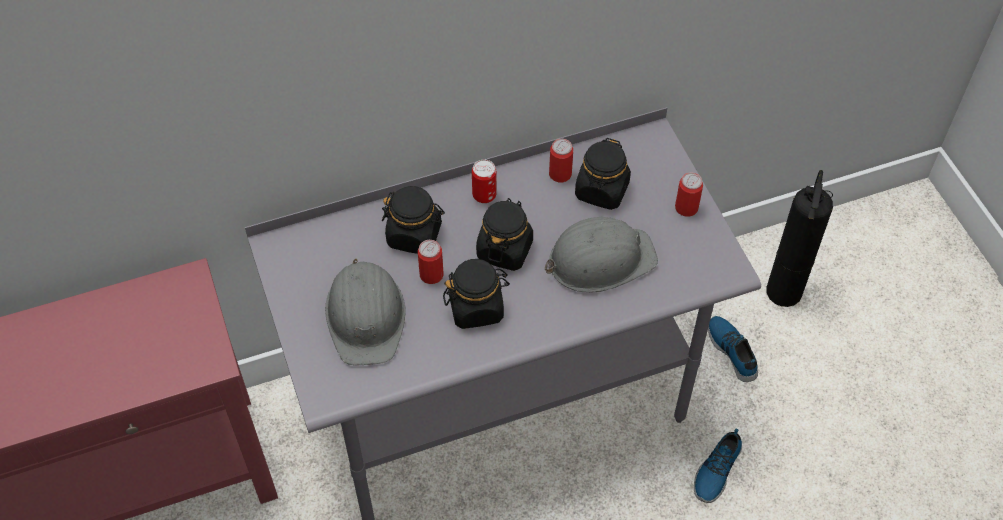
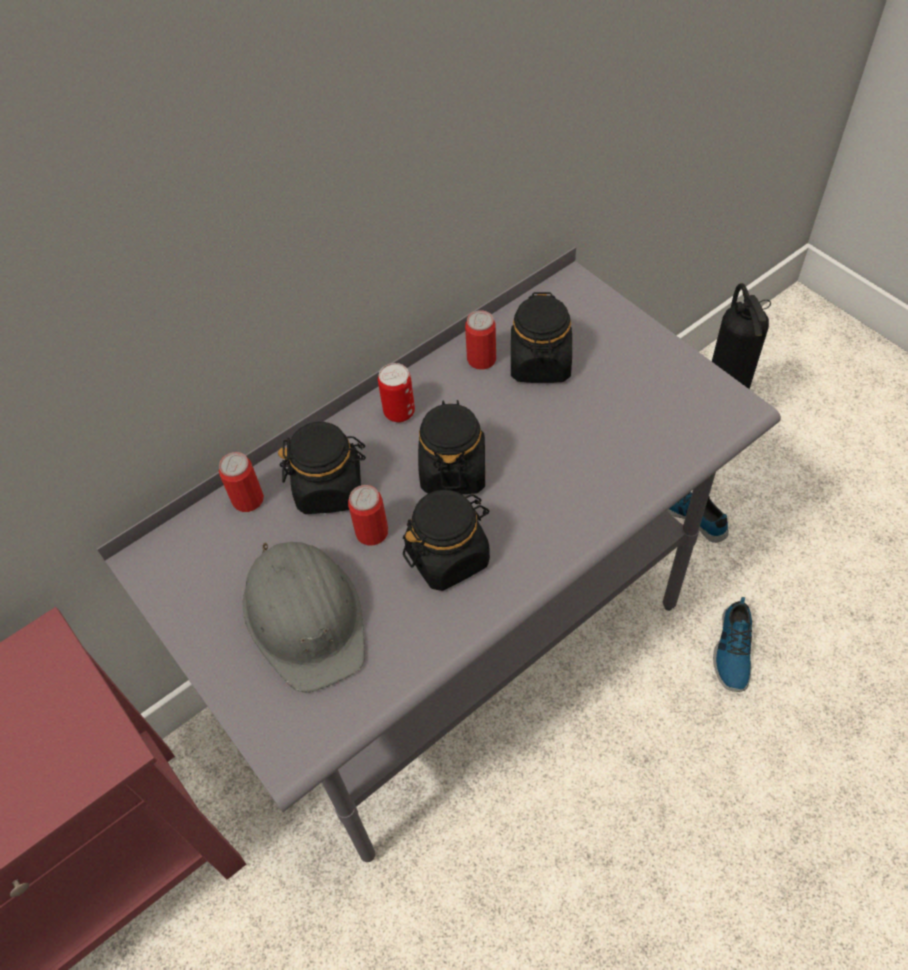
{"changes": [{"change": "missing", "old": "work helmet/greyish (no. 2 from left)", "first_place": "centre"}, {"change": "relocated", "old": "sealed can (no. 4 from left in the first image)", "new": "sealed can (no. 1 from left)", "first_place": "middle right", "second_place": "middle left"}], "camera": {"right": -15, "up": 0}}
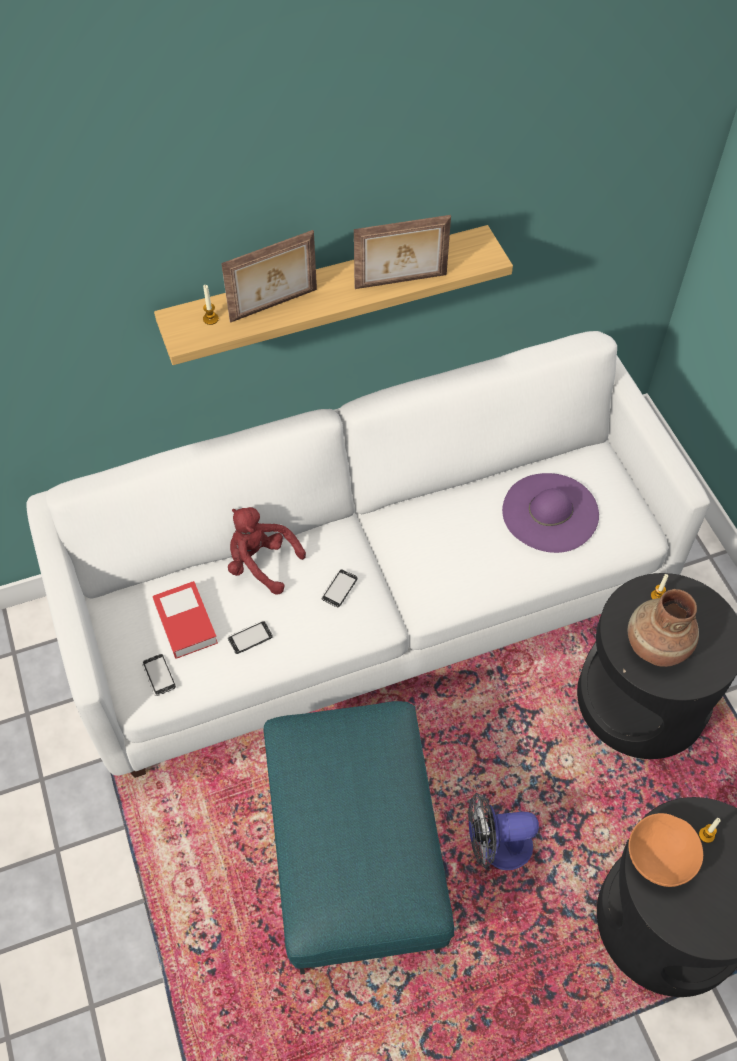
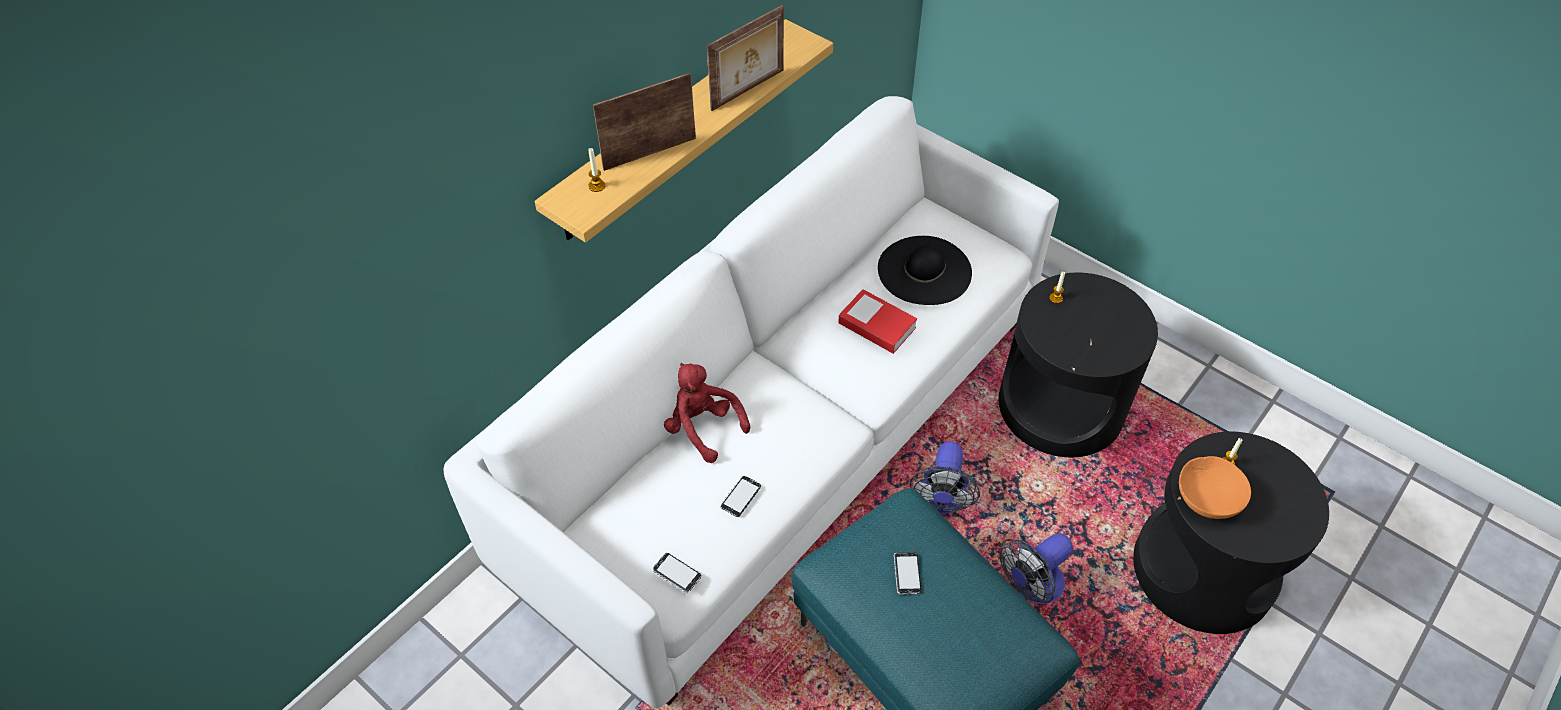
{"changes": [{"change": "relocated", "old": "bound book", "first_place": "middle left", "second_place": "centre"}, {"change": "spun", "old": "picture frame (no. 1 from left)", "first_place": "top centre", "second_place": "top centre", "degrees": -150}, {"change": "spun", "old": "cuddly toy/reddish", "first_place": "centre", "second_place": "centre", "degrees": 45}, {"change": "relocated", "old": "handset (no. 3 from left)", "first_place": "centre", "second_place": "bottom centre"}, {"change": "colour", "old": "clothing hat/purple-coloured", "new": "clothing hat/blackish", "first_place": "middle right", "second_place": "centre"}, {"change": "missing", "old": "decorative vase/brownish", "first_place": "middle right"}, {"change": "appeared", "new": "electric fan (no. 1 from left)", "second_place": "bottom centre"}], "camera": {"right": -30, "up": -5}}
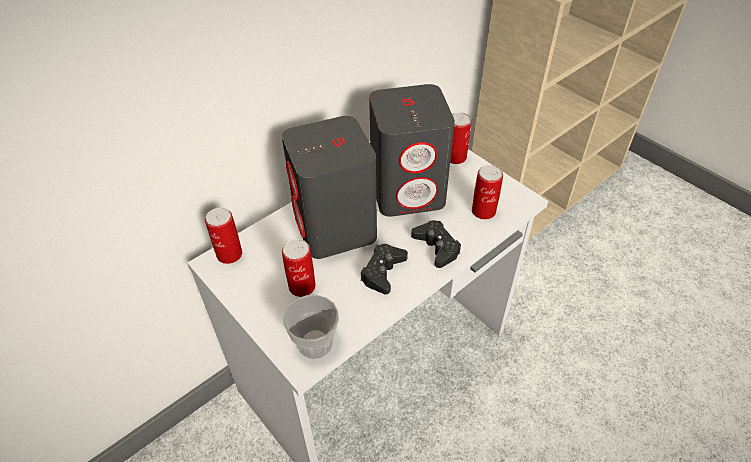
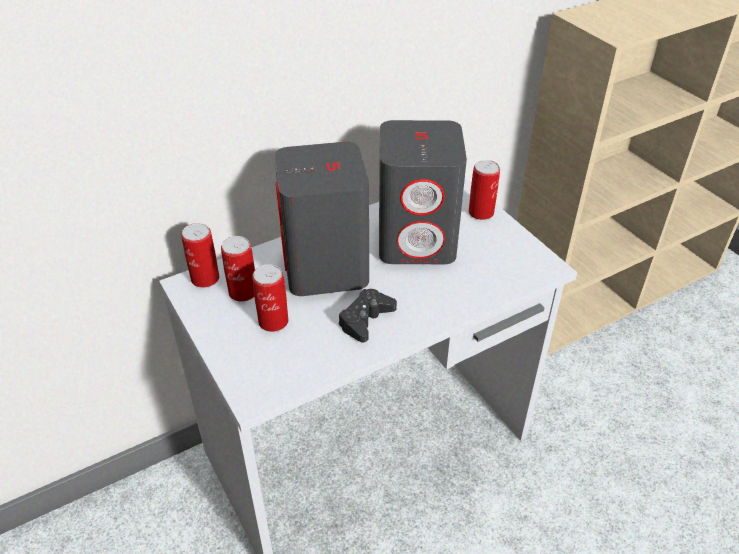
{"changes": [{"change": "missing", "old": "cup", "first_place": "bottom centre"}, {"change": "missing", "old": "joypad/blackish (no. 2 from left)", "first_place": "centre"}, {"change": "relocated", "old": "sealed can (no. 4 from left in the first image)", "new": "sealed can (no. 2 from left)", "first_place": "centre", "second_place": "middle left"}], "camera": {"right": 10, "up": -5}}
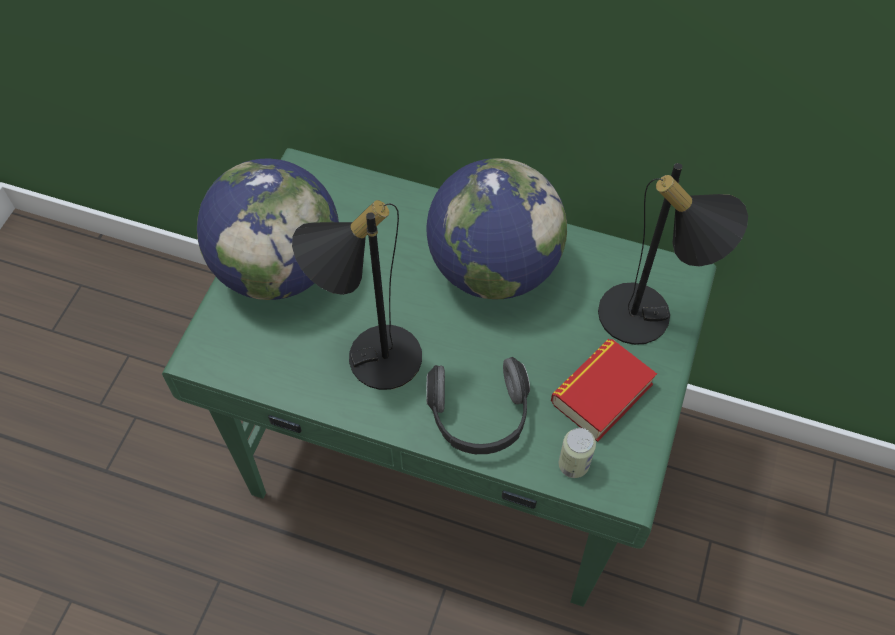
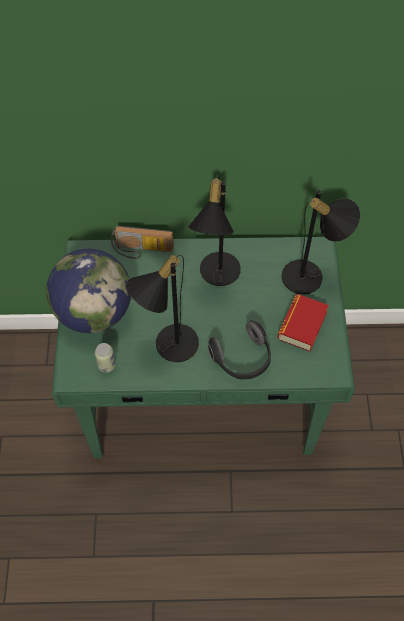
{"changes": [{"change": "exchanged", "old": "world globe (no. 2 from left)", "new": "lamp for a table/blackish (no. 2 from left)", "first_place": "centre", "second_place": "centre"}, {"change": "relocated", "old": "sealed can", "first_place": "bottom centre", "second_place": "middle left"}, {"change": "appeared", "new": "radio", "second_place": "centre"}], "camera": {"right": -20, "up": 0}}
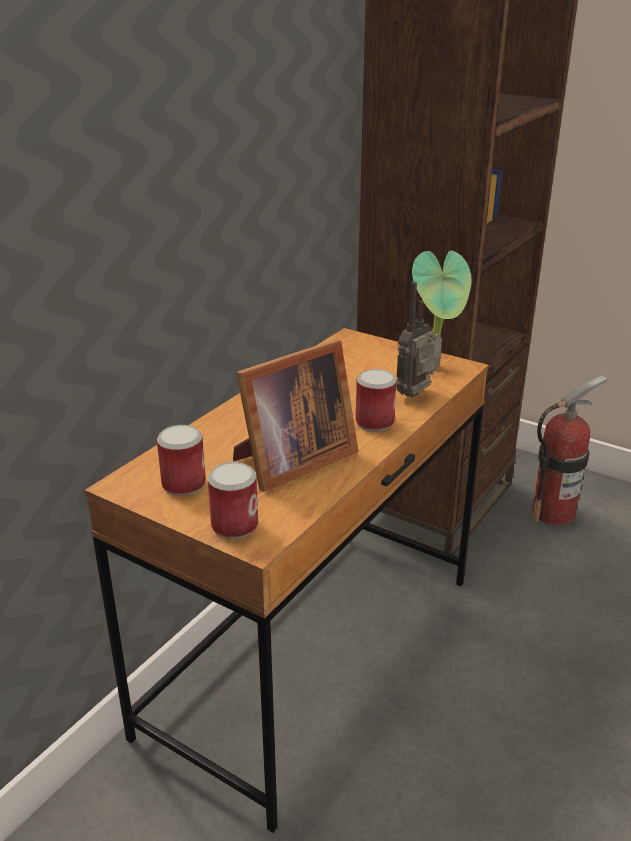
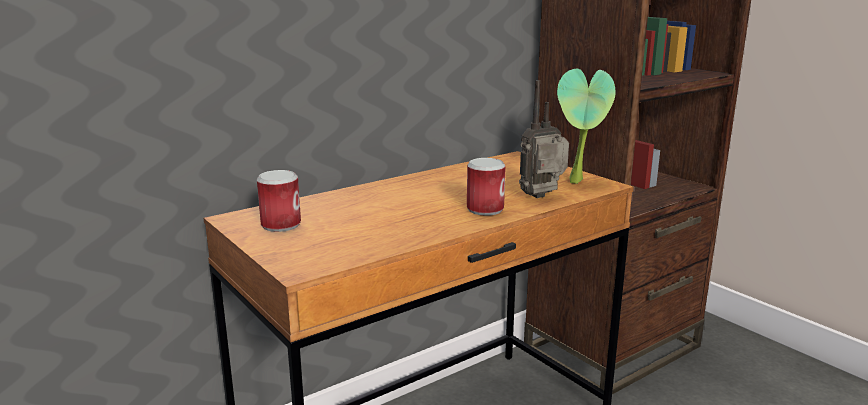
{"changes": [{"change": "missing", "old": "sealed can (no. 2 from left)", "first_place": "centre"}, {"change": "missing", "old": "picture frame", "first_place": "centre"}, {"change": "missing", "old": "fire extinguisher", "first_place": "middle right"}], "camera": {"right": 20, "up": -10}}
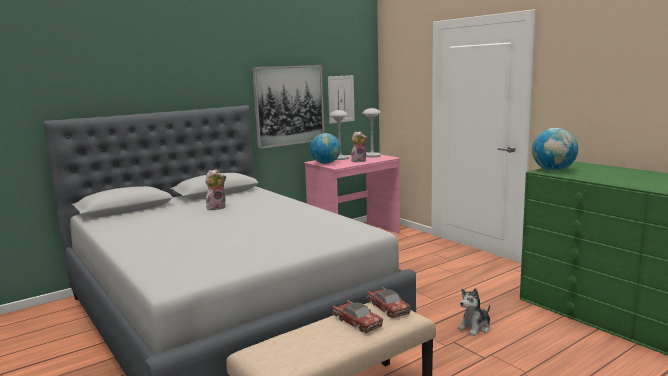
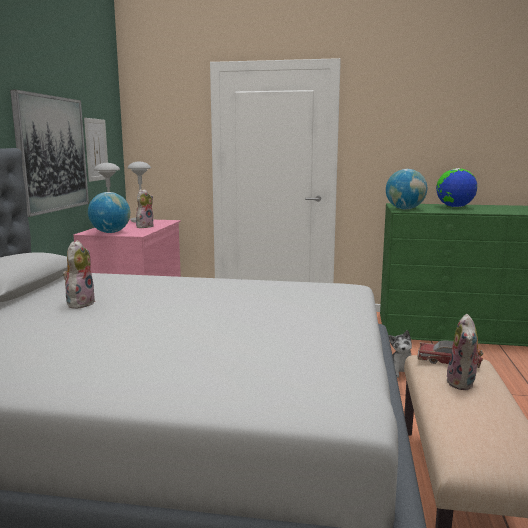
{"changes": [{"change": "exchanged", "old": "miniature car (no. 1 from left)", "new": "cuddly toy (no. 4 from left)", "first_place": "bottom centre", "second_place": "bottom right"}, {"change": "appeared", "new": "world globe (no. 3 from left)", "second_place": "middle right"}], "camera": {"right": -45, "up": 0}}
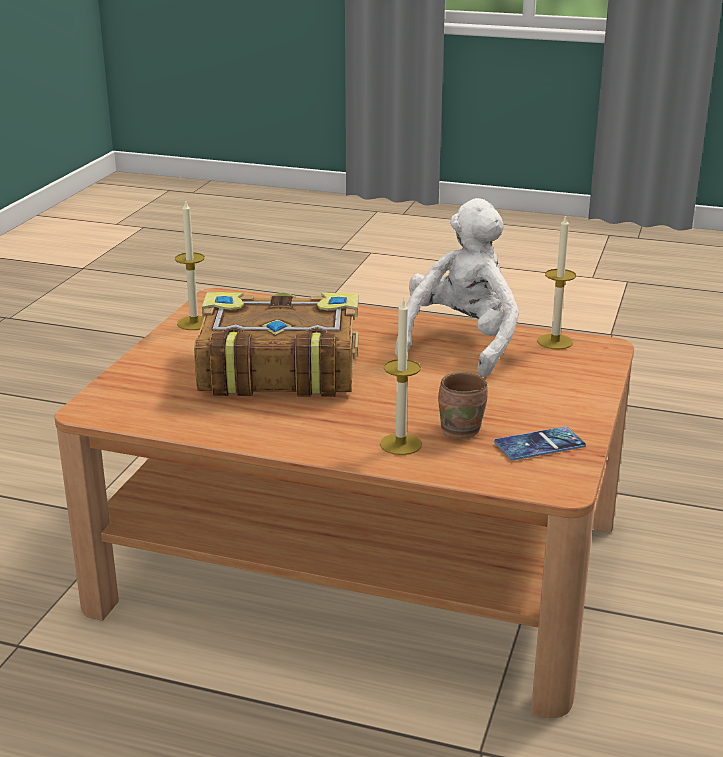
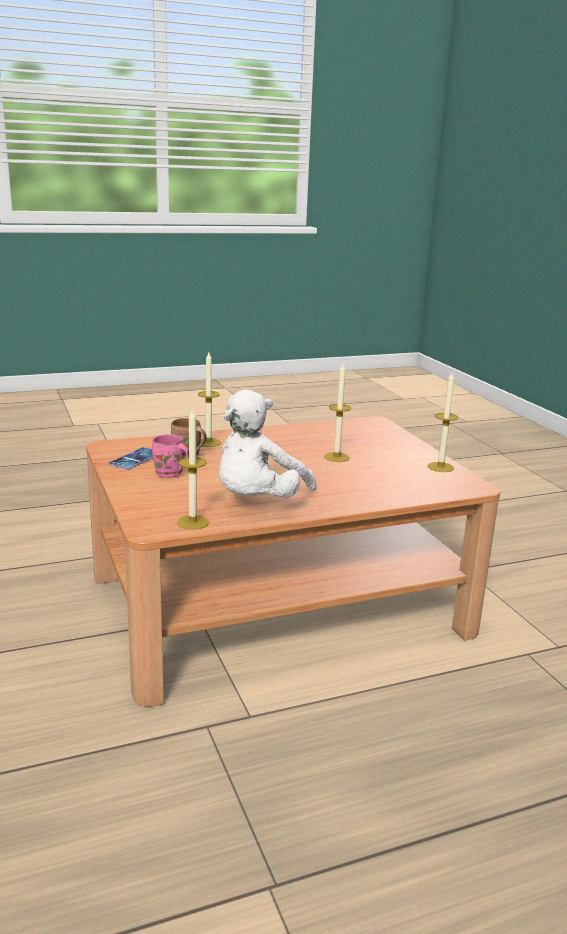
{"changes": [{"change": "exchanged", "old": "bound book", "new": "wax light (no. 3 from left)", "first_place": "centre", "second_place": "centre"}, {"change": "spun", "old": "cuddly toy/white-coloured", "first_place": "centre", "second_place": "centre", "degrees": 45}, {"change": "appeared", "new": "tea mug/pinkish", "second_place": "middle left"}], "camera": {"right": 140, "up": -5}}
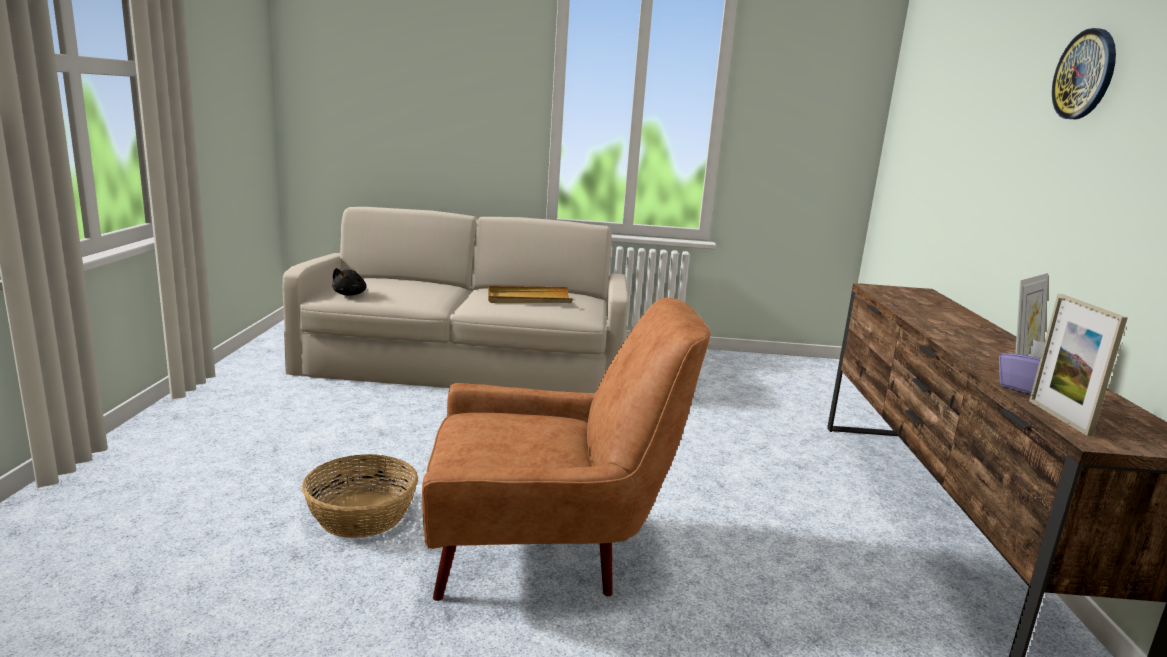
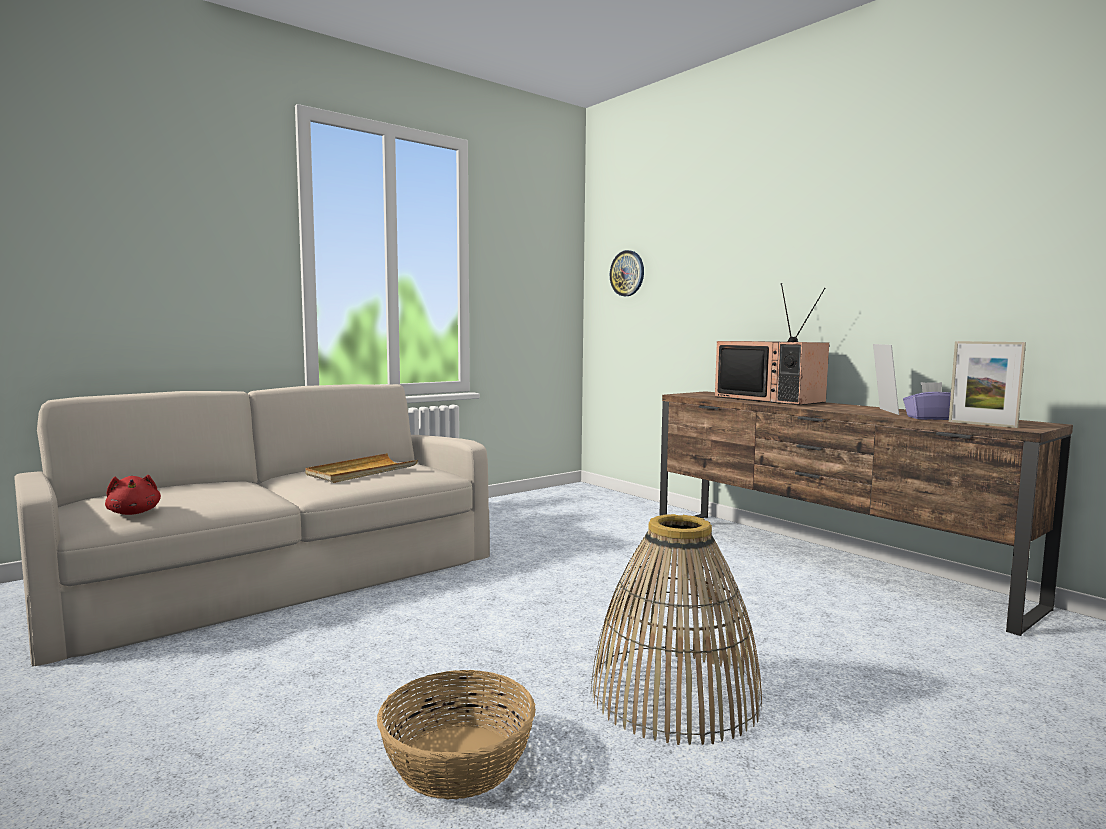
{"changes": [{"change": "colour", "old": "cuddly toy/blackish", "new": "cuddly toy/reddish", "first_place": "middle left", "second_place": "middle left"}, {"change": "exchanged", "old": "easy chair/brownish", "new": "storage basket (no. 2 from left)", "first_place": "bottom centre", "second_place": "bottom centre"}, {"change": "relocated", "old": "wall clock", "first_place": "top right", "second_place": "top centre"}, {"change": "appeared", "new": "TV set", "second_place": "middle right"}], "camera": {"right": -40, "up": -10}}
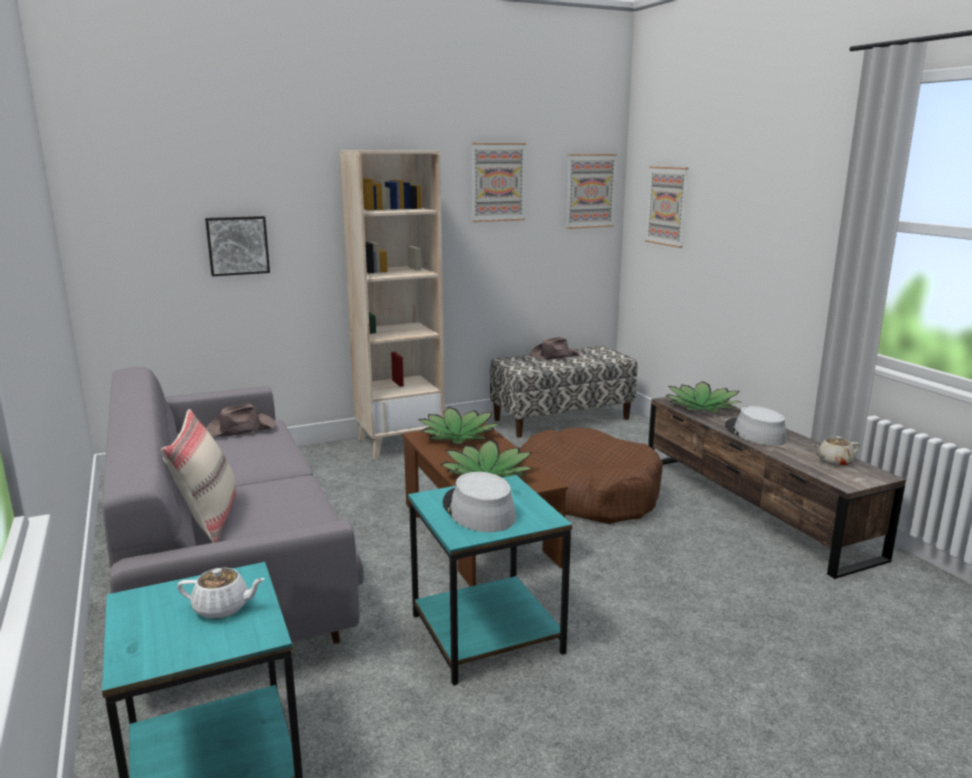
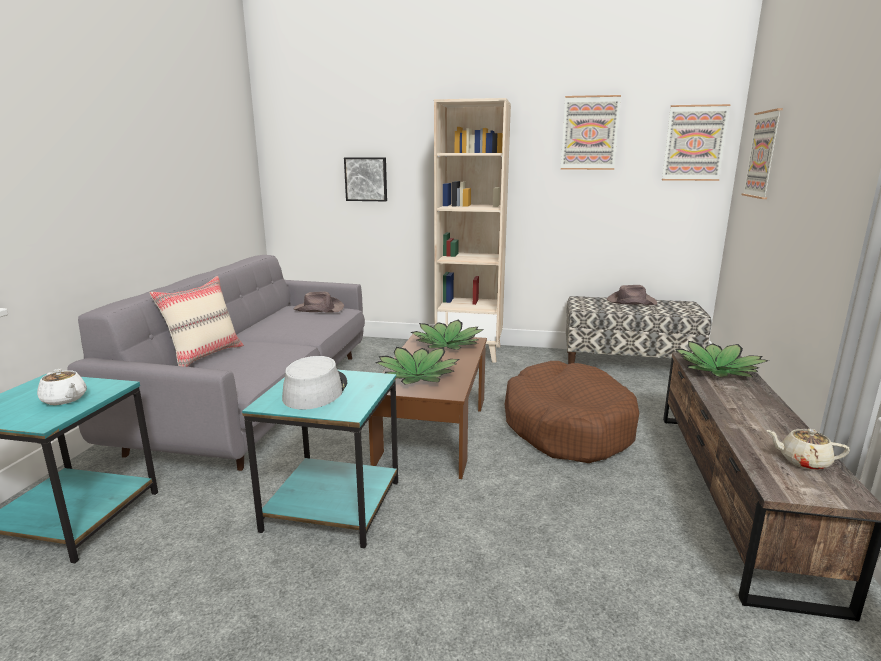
{"changes": [{"change": "missing", "old": "clothing hat/greyish (no. 2 from left)", "first_place": "middle right"}], "camera": {"right": 35, "up": 0}}
